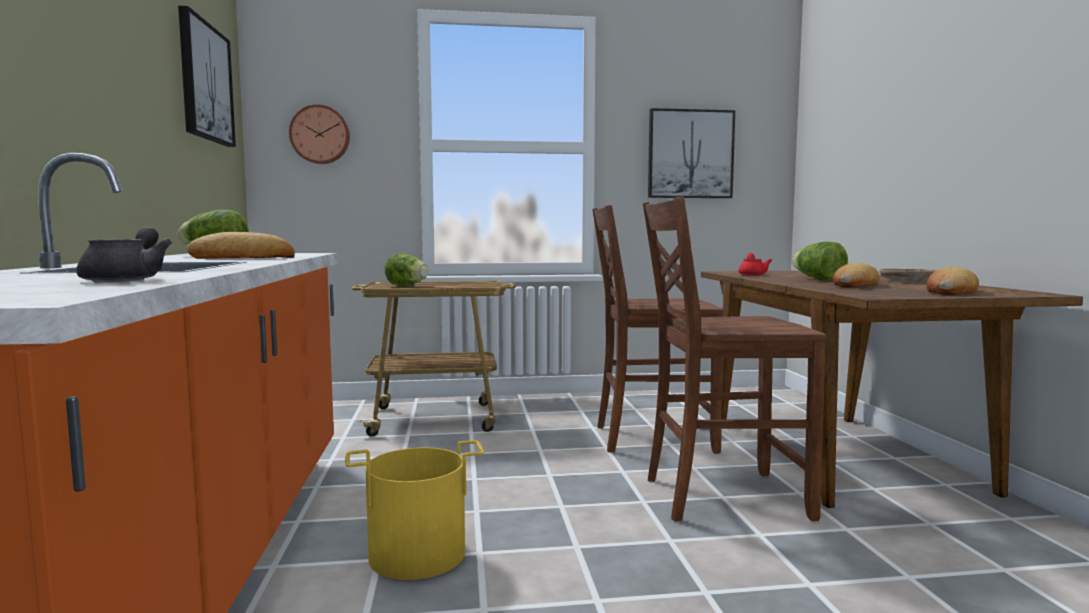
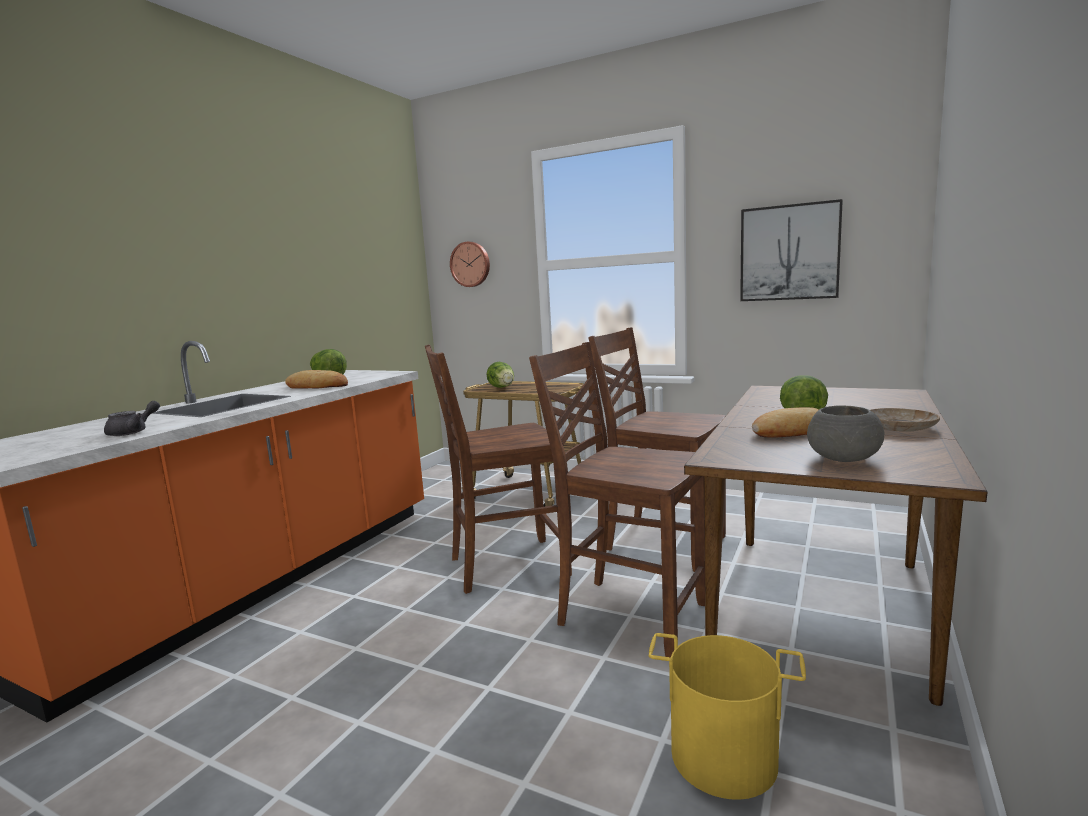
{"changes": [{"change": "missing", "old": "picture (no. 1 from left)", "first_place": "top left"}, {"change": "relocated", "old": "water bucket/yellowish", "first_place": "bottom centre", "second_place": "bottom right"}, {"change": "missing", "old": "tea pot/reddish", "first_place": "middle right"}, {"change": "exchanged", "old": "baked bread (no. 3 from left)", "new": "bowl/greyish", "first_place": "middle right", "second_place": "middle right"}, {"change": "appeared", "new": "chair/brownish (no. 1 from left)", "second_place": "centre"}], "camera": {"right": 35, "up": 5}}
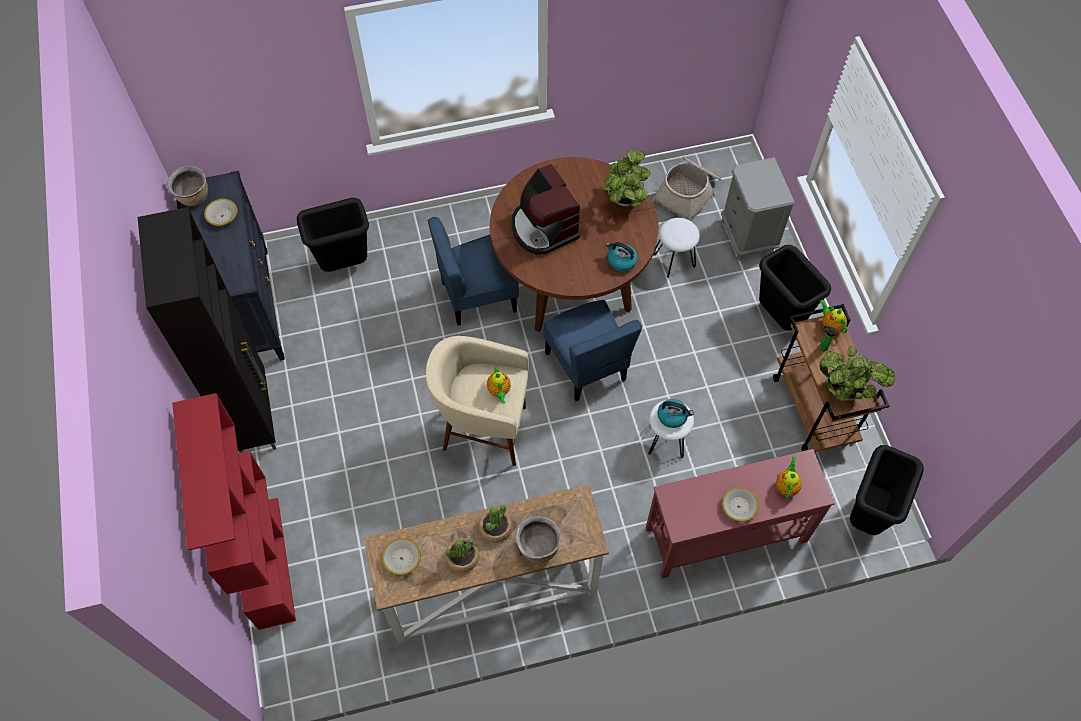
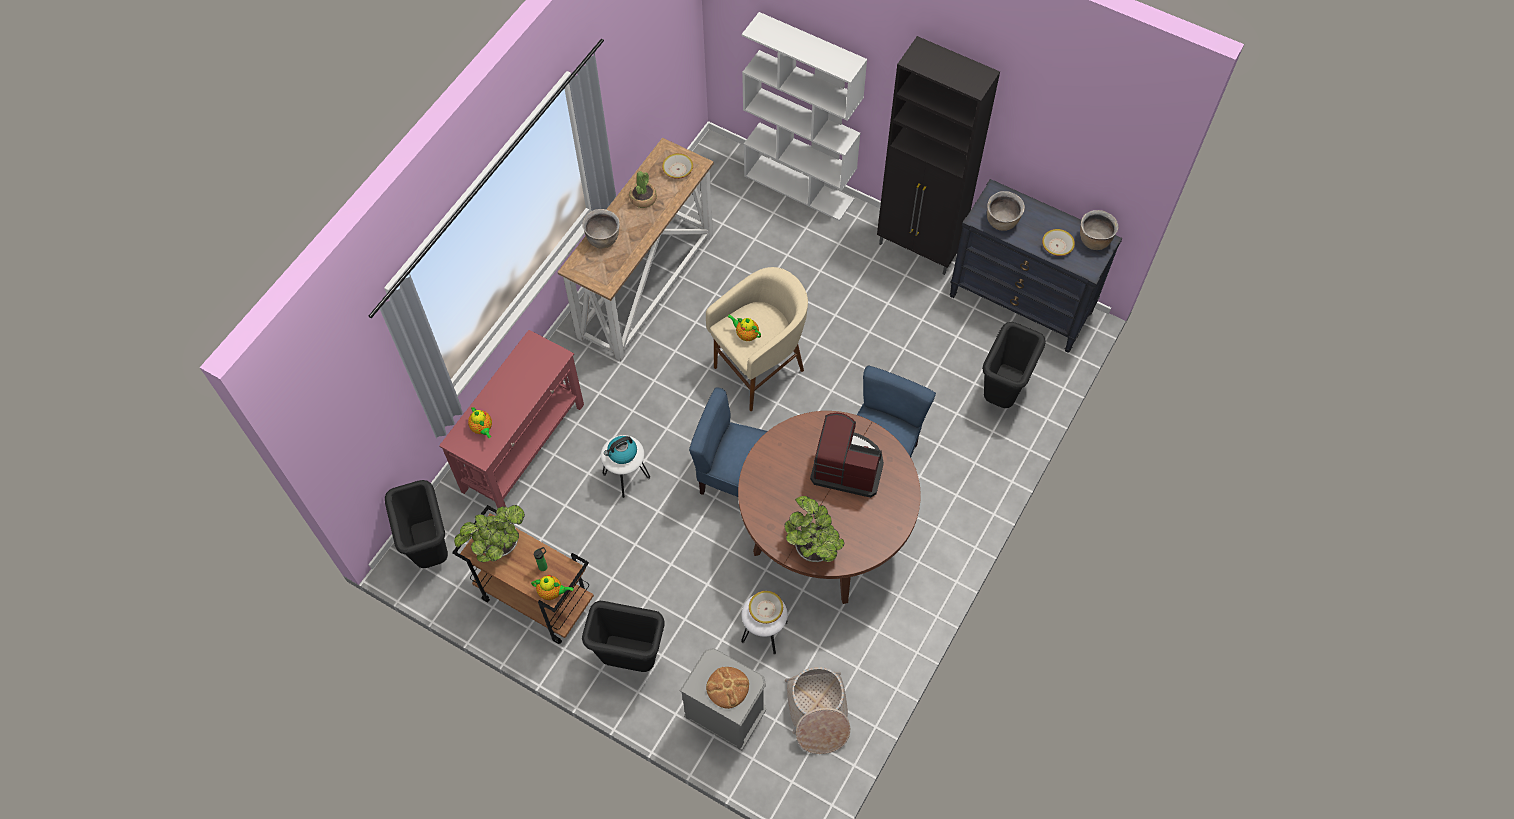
{"changes": [{"change": "colour", "old": "shelving unit/reddish", "new": "shelving unit/white-coloured", "first_place": "bottom left", "second_place": "top centre"}, {"change": "missing", "old": "plant in a pot (no. 2 from left)", "first_place": "bottom centre"}, {"change": "missing", "old": "water kettle (no. 1 from left)", "first_place": "centre"}, {"change": "relocated", "old": "bowl (no. 3 from left in the first image)", "new": "bowl (no. 2 from left)", "first_place": "bottom right", "second_place": "bottom centre"}, {"change": "appeared", "new": "baked bread", "second_place": "bottom centre"}, {"change": "appeared", "new": "stockpot/brownish (no. 2 from left)", "second_place": "top centre"}], "camera": {"right": 135, "up": 0}}
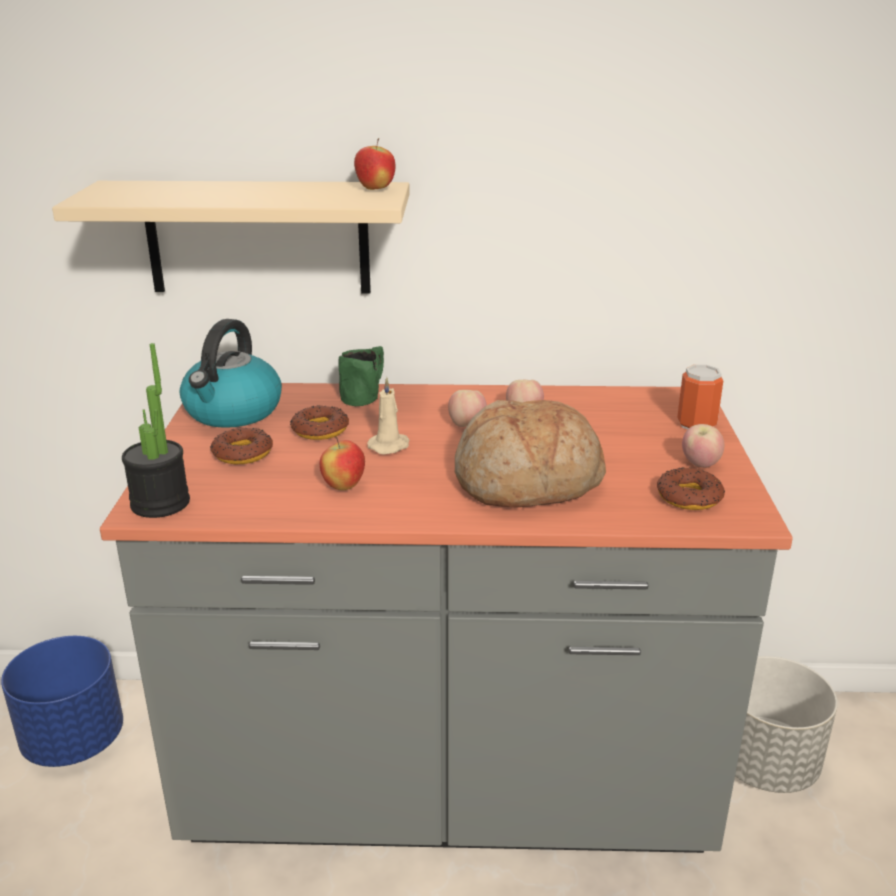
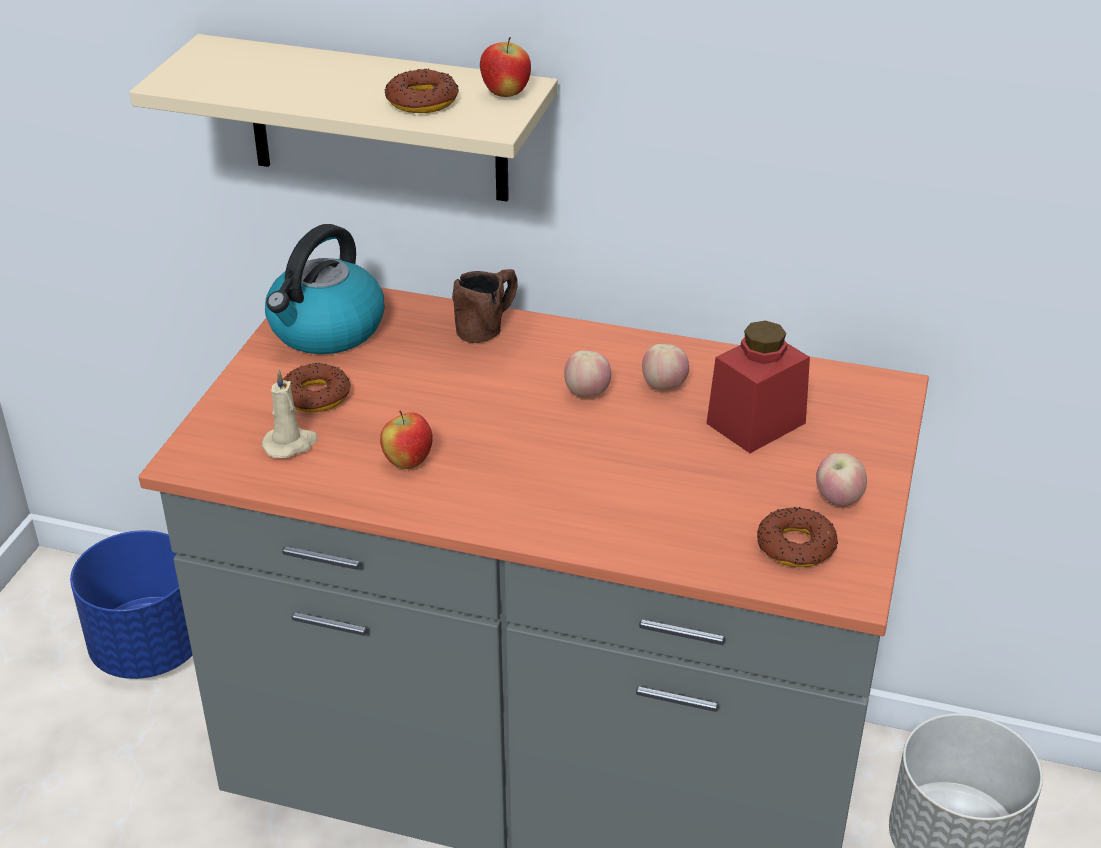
{"changes": [{"change": "missing", "old": "plant in a pot", "first_place": "middle left"}, {"change": "relocated", "old": "ring doughnut (no. 2 from left)", "first_place": "centre", "second_place": "top centre"}, {"change": "colour", "old": "tea mug/green", "new": "tea mug/brownish", "first_place": "centre", "second_place": "centre"}, {"change": "relocated", "old": "wax light/beige-coloured", "first_place": "centre", "second_place": "middle left"}, {"change": "missing", "old": "baked bread", "first_place": "centre"}, {"change": "missing", "old": "sealed can", "first_place": "middle right"}, {"change": "appeared", "new": "preserve jar/reddish", "second_place": "middle right"}], "camera": {"right": 15, "up": 10}}
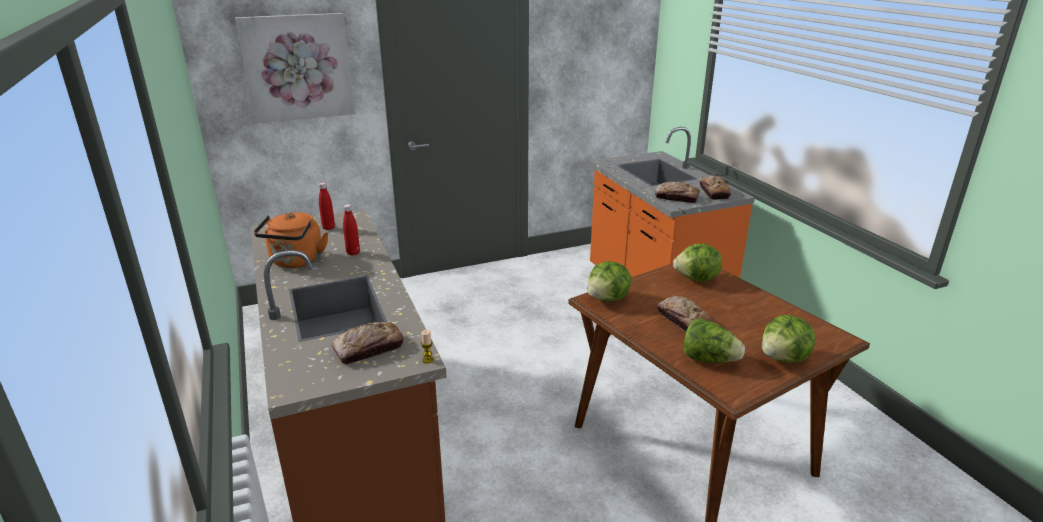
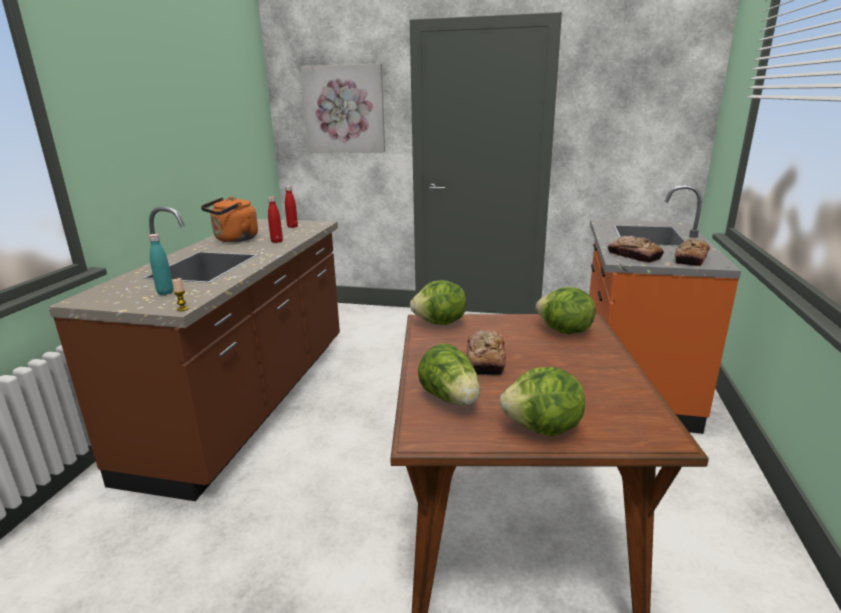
{"changes": [{"change": "exchanged", "old": "baked bread (no. 1 from left)", "new": "bottle/turquoise-coloured", "first_place": "centre", "second_place": "middle left"}], "camera": {"right": 35, "up": -5}}
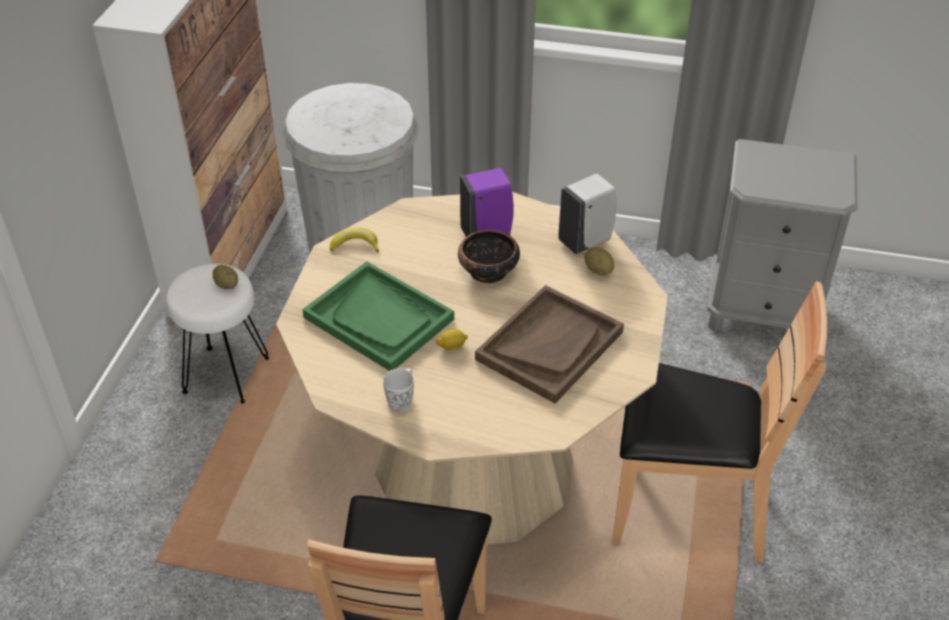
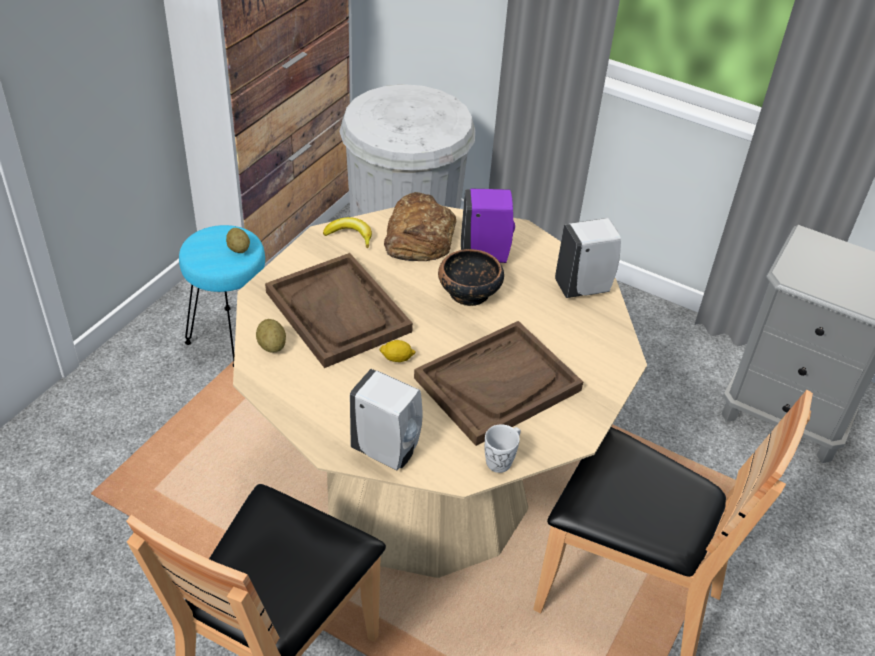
{"changes": [{"change": "colour", "old": "stool/white-coloured", "new": "stool/turquoise-coloured", "first_place": "middle left", "second_place": "middle left"}, {"change": "colour", "old": "serving tray/green", "new": "serving tray/brownish (no. 1 from left)", "first_place": "centre", "second_place": "centre"}, {"change": "relocated", "old": "tea mug/white-coloured", "first_place": "centre", "second_place": "bottom centre"}, {"change": "relocated", "old": "spud (no. 2 from left)", "first_place": "centre", "second_place": "middle left"}, {"change": "appeared", "new": "liquid soap bottle/white-coloured (no. 1 from left)", "second_place": "centre"}, {"change": "appeared", "new": "baked bread", "second_place": "centre"}], "camera": {"right": 15, "up": 0}}
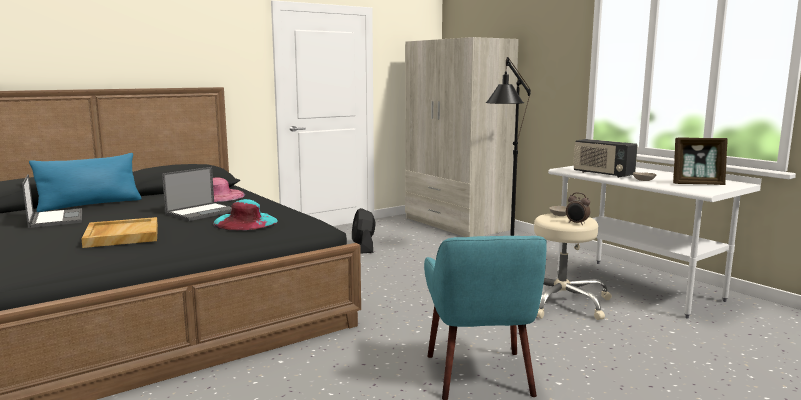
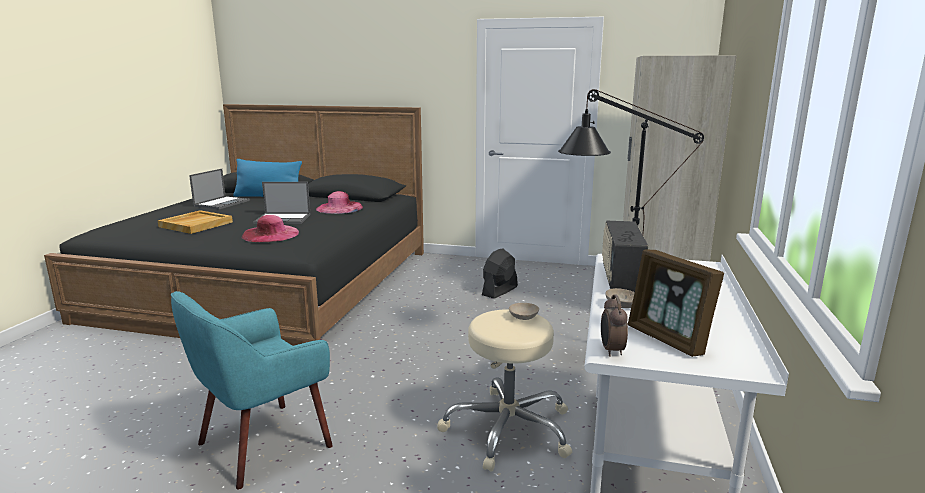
{"changes": [{"change": "colour", "old": "clothing hat/turquoise-coloured", "new": "clothing hat/pinkish (no. 1 from left)", "first_place": "middle left", "second_place": "middle left"}, {"change": "relocated", "old": "bedside clock", "first_place": "middle right", "second_place": "centre"}], "camera": {"right": 50, "up": 5}}
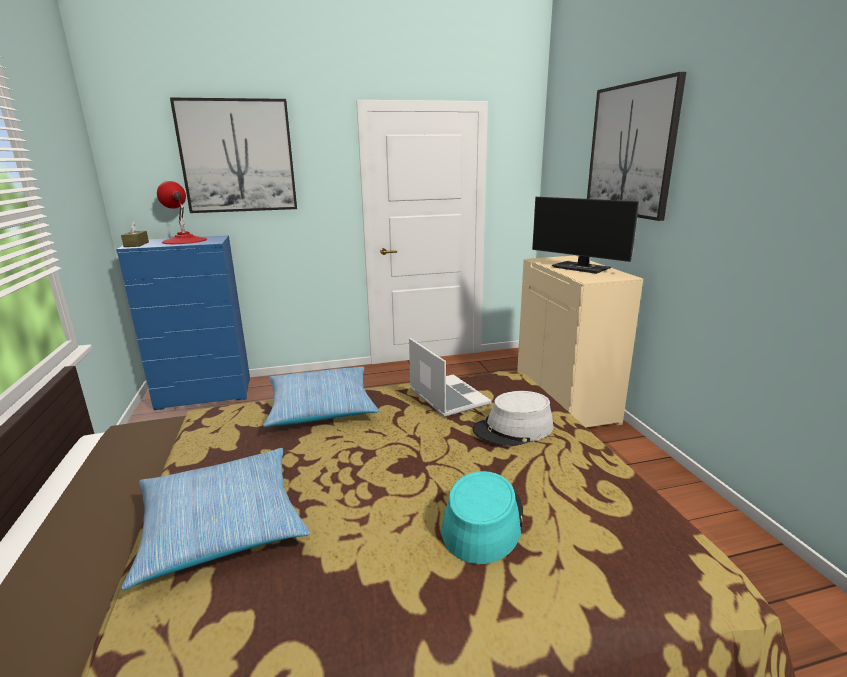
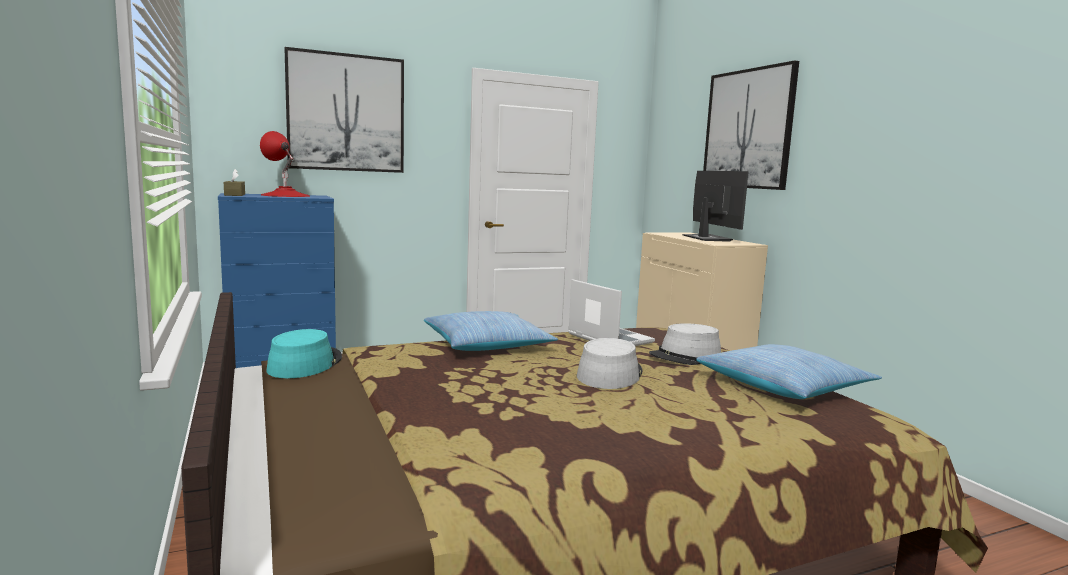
{"changes": [{"change": "relocated", "old": "throw pillow (no. 1 from left in the first image)", "new": "throw pillow (no. 2 from left)", "first_place": "bottom left", "second_place": "middle right"}, {"change": "relocated", "old": "clothing hat/turquoise-coloured", "first_place": "bottom centre", "second_place": "middle left"}, {"change": "spun", "old": "computer display", "first_place": "middle right", "second_place": "middle right", "degrees": -135}, {"change": "appeared", "new": "clothing hat/greyish (no. 1 from left)", "second_place": "centre"}], "camera": {"right": -10, "up": -10}}
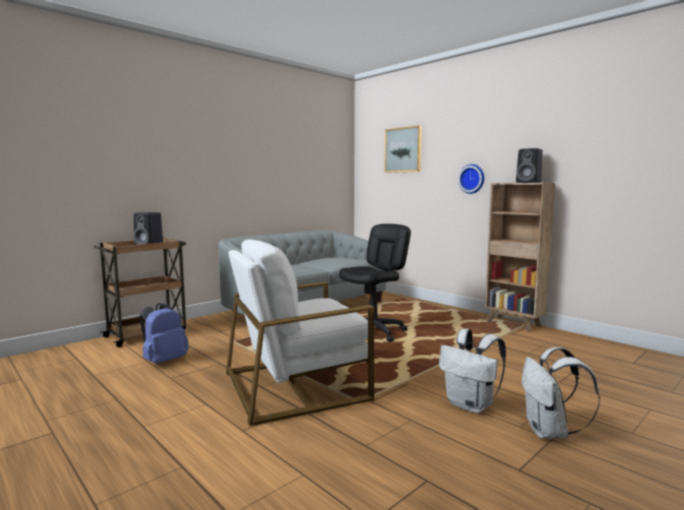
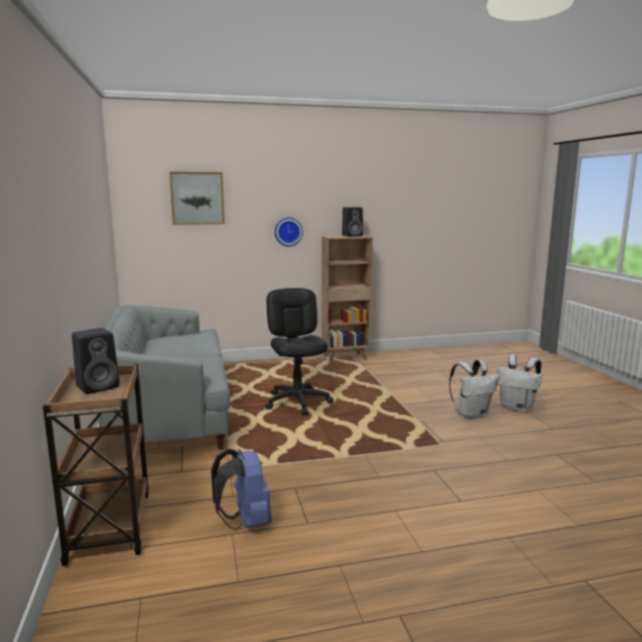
{"changes": [{"change": "missing", "old": "easy chair/white-coloured", "first_place": "centre"}], "camera": {"right": -60, "up": 5}}
